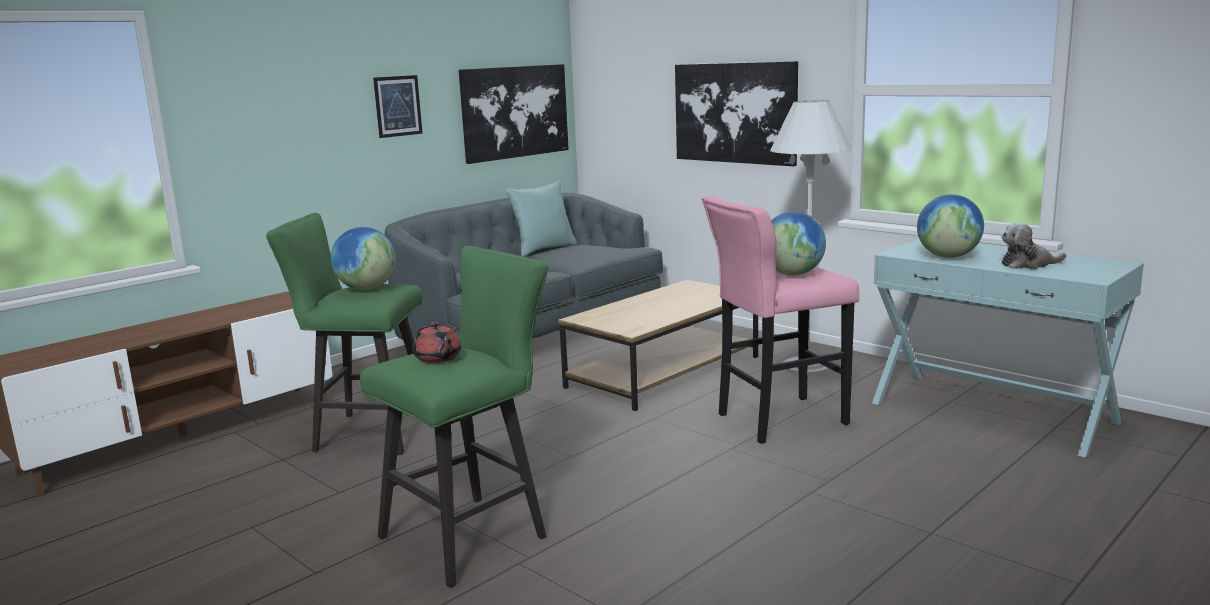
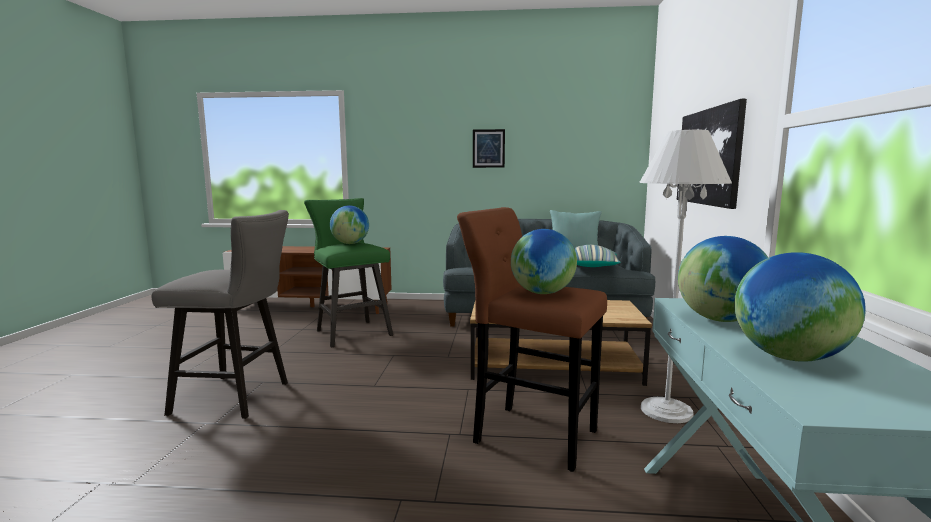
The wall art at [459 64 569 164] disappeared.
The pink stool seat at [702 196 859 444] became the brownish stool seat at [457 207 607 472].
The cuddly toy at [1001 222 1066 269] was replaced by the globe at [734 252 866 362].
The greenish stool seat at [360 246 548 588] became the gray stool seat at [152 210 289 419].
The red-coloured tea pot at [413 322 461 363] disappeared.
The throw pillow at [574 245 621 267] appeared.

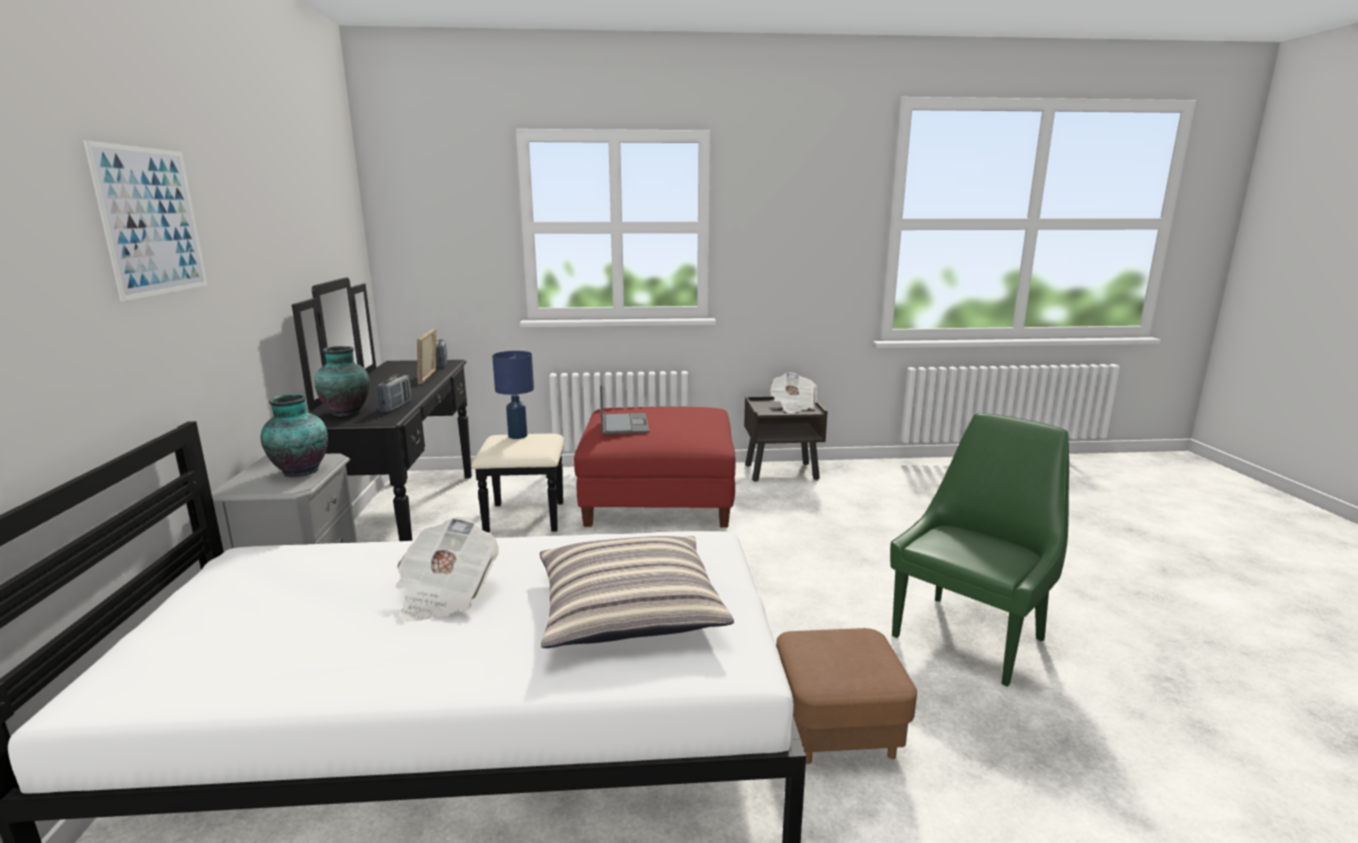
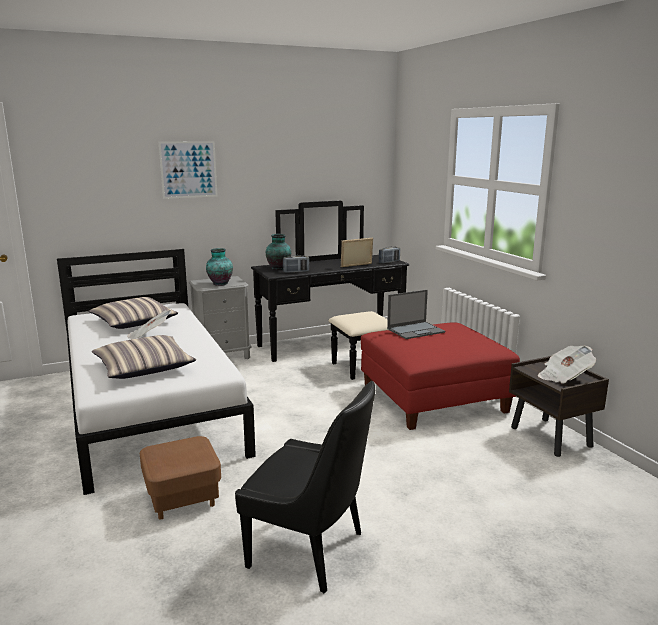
The blue-coloured tabletop lamp at [492 351 534 439] disappeared.
The greenish plain chair at [890 413 1069 687] became the black plain chair at [235 381 375 593].
The throw pillow at [89 297 178 329] appeared.

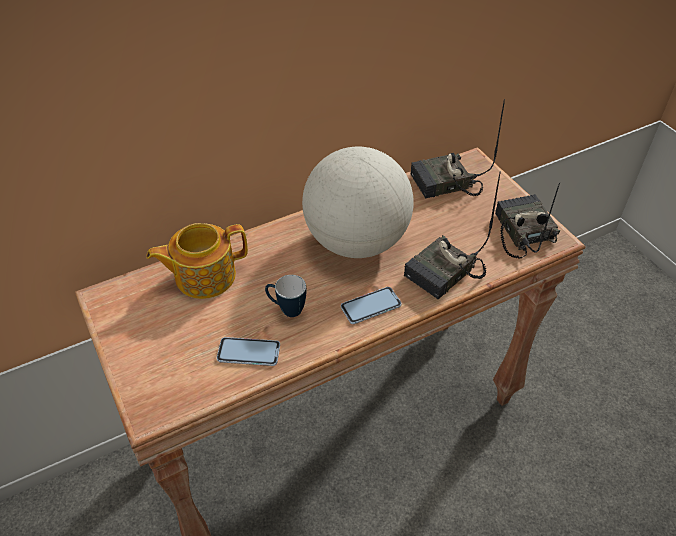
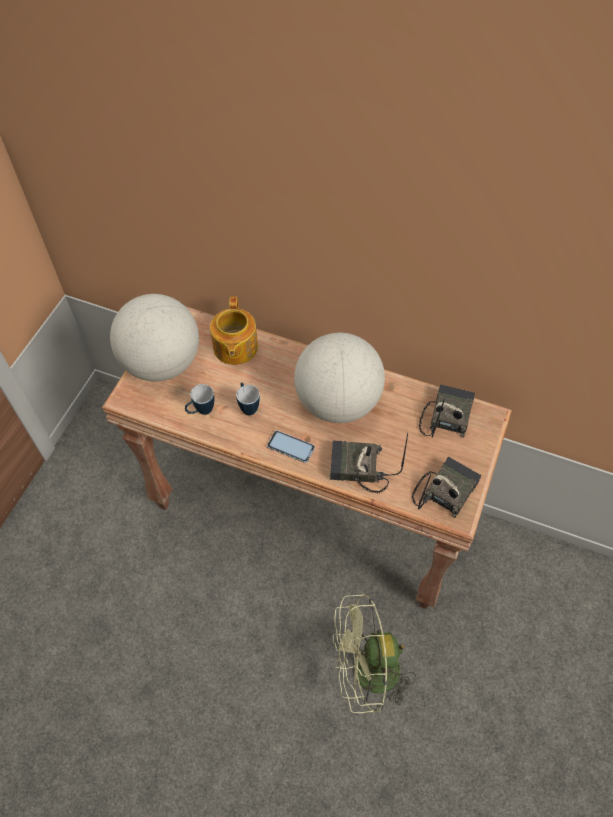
The radio set at [411 99 505 198] turned 75 degrees clockwise.
The tea pot at [146 223 248 299] turned 120 degrees counterclockwise.
The handset at [217 337 280 366] was replaced by the mug at [185 384 214 415].
The globe at [110 294 199 382] appeared.
The greenish fan at [333 594 416 713] appeared.

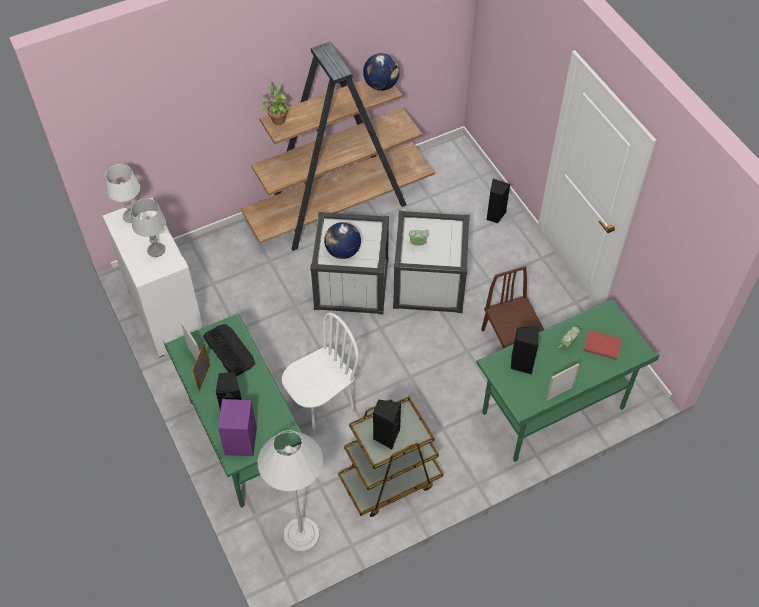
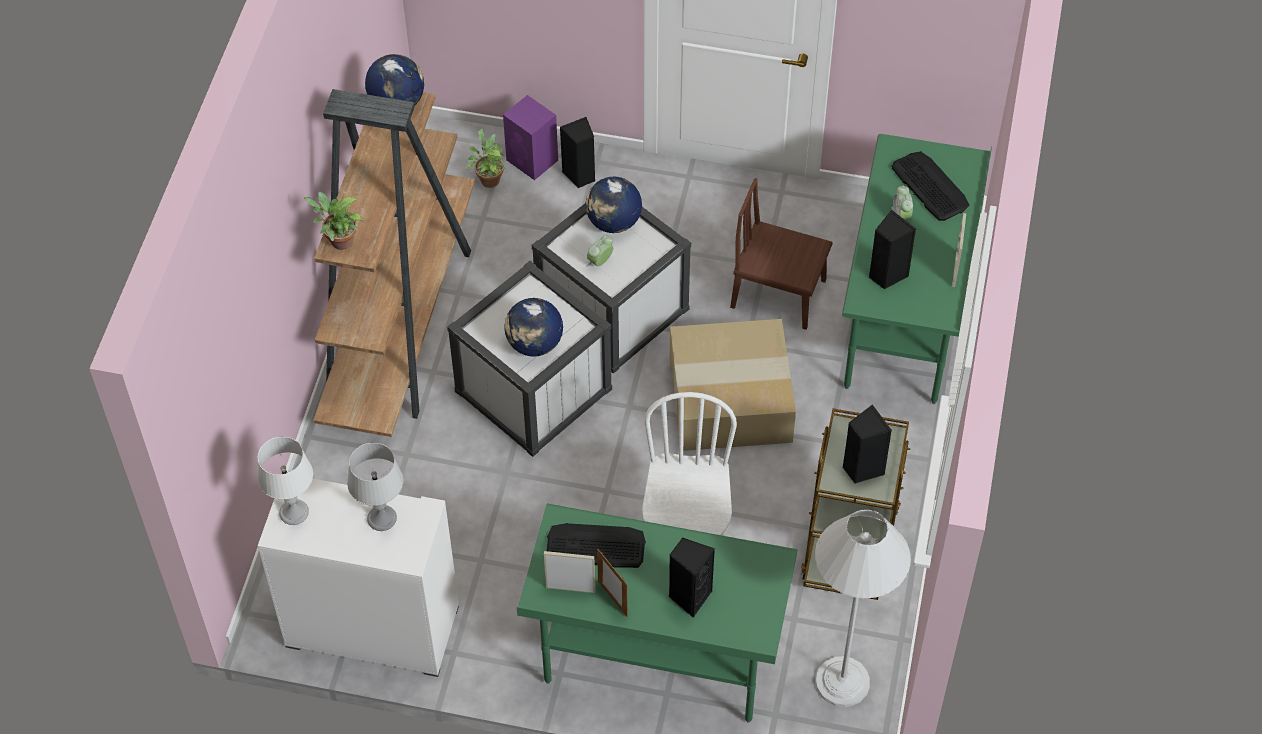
The red-coloured book at [583 330 622 360] was replaced by the computer keyboard at [891 151 969 221].
The purple loudspeaker moved from [218 399 257 456] to [503 95 558 180].
The plant in a pot at [466 128 505 188] appeared.
The globe at [585 177 642 233] appeared.
The cardboard box at [670 319 796 451] appeared.

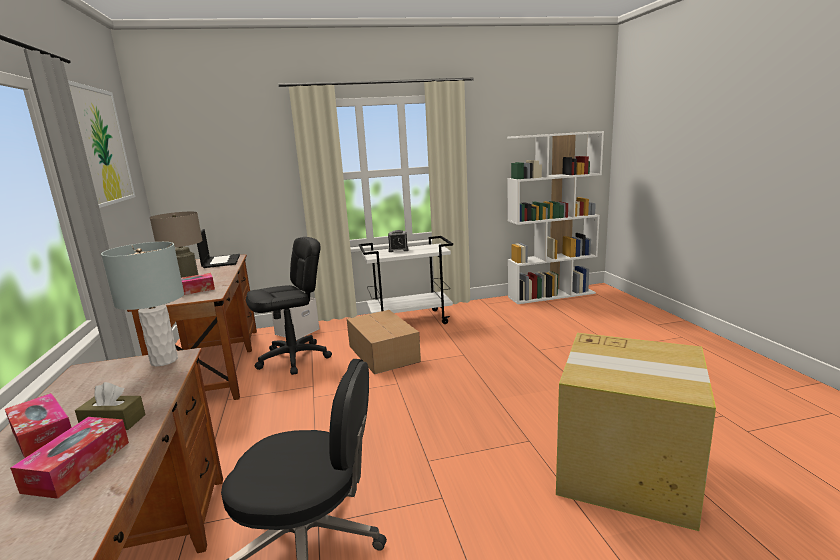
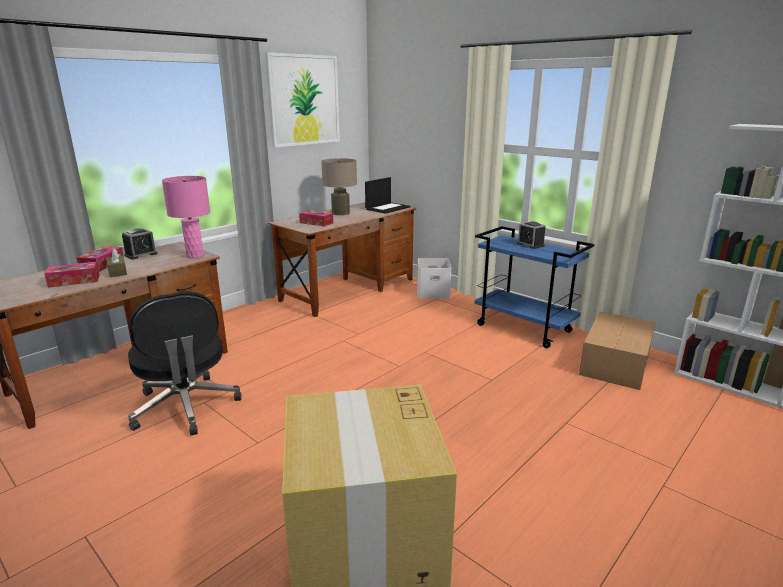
The white trolley at [359 236 453 324] became the blue-coloured trolley at [474 226 595 348].
The black desk chair at [246 237 332 375] disappeared.
The gray tabletop lamp at [101 242 184 366] became the pink tabletop lamp at [162 176 210 258].
The cardboard box moved from [347 310 421 374] to [579 312 655 390].
The table clock at [122 229 158 260] appeared.

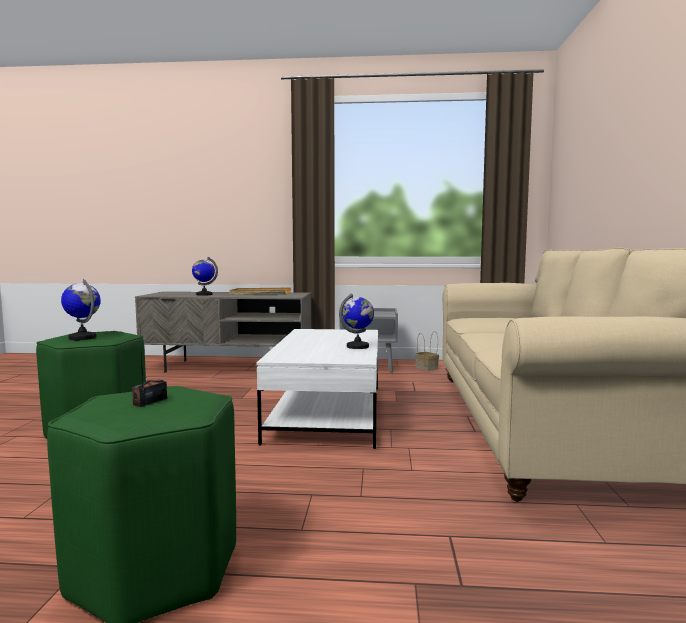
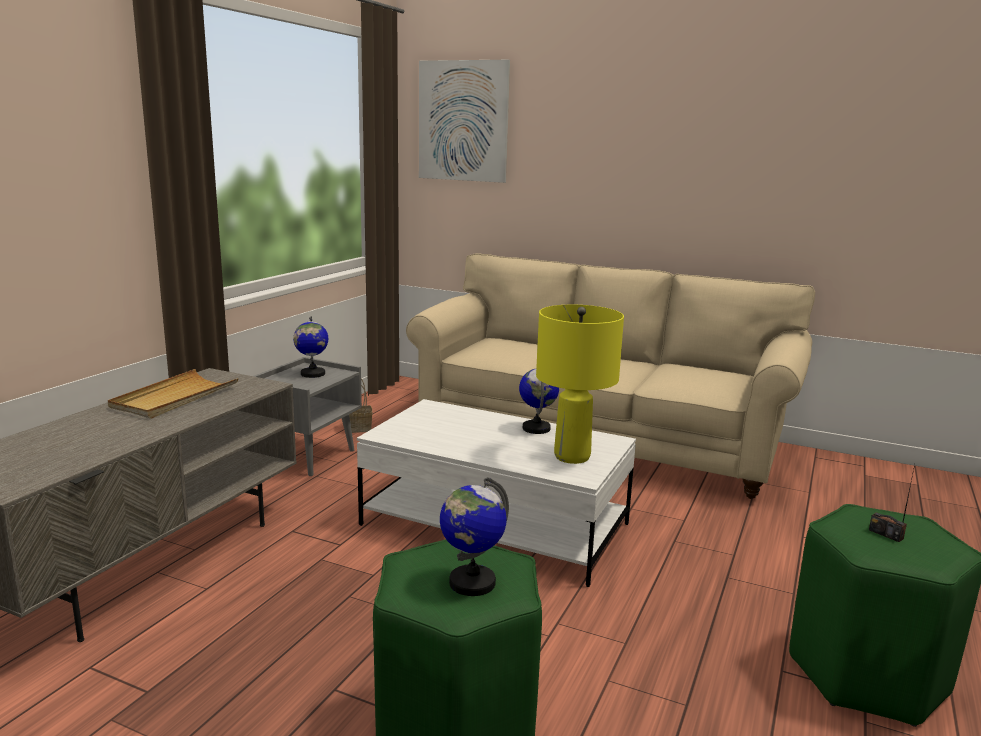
The globe moved from [192 257 218 296] to [293 316 328 378].
The wall art at [419 60 510 183] appeared.
The yellow-coloured tabletop lamp at [536 305 624 464] appeared.

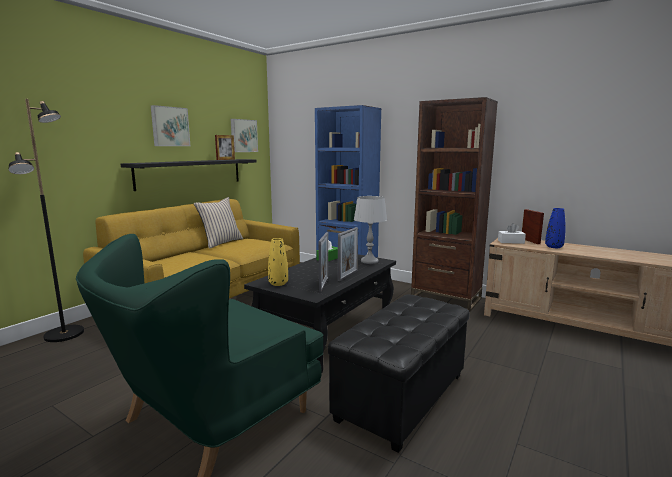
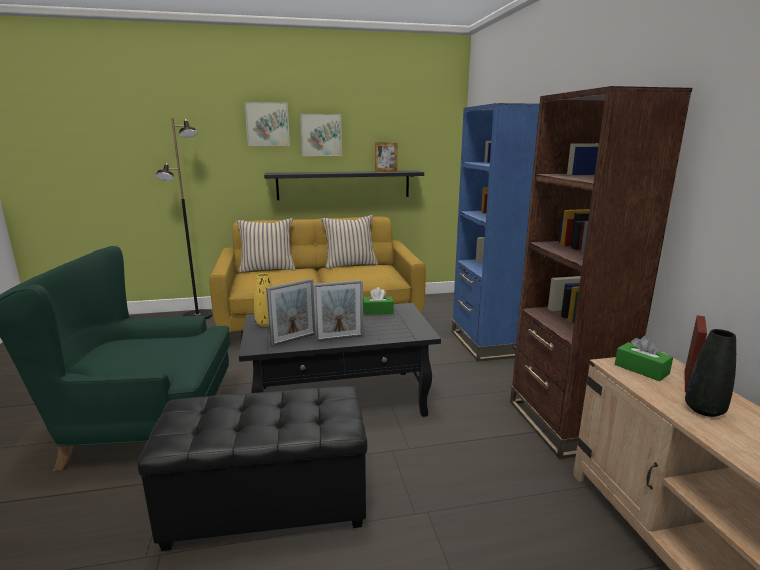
The wall art moved from [231 119 258 152] to [244 102 290 146].
The gray tabletop lamp at [354 196 387 264] disappeared.
The blue-coloured decorative vase at [545 208 566 248] became the black decorative vase at [685 329 736 417].
The white tissue box at [498 223 526 244] became the greenish tissue box at [615 335 673 381].
The sand-coloured throw pillow at [236 218 296 273] appeared.

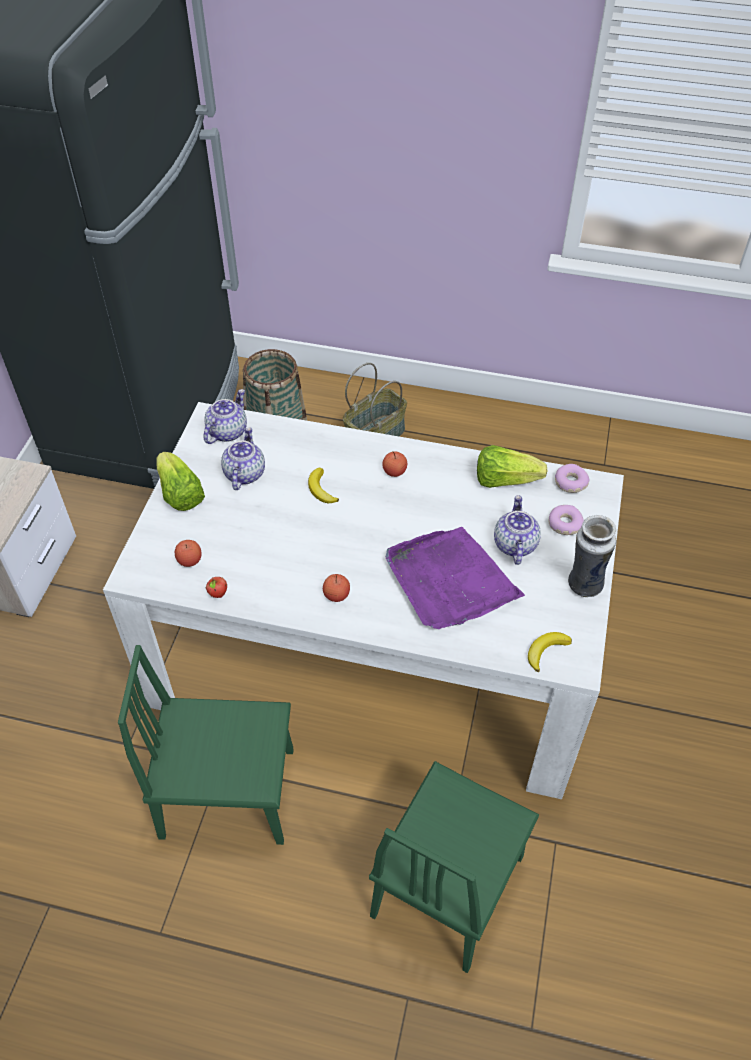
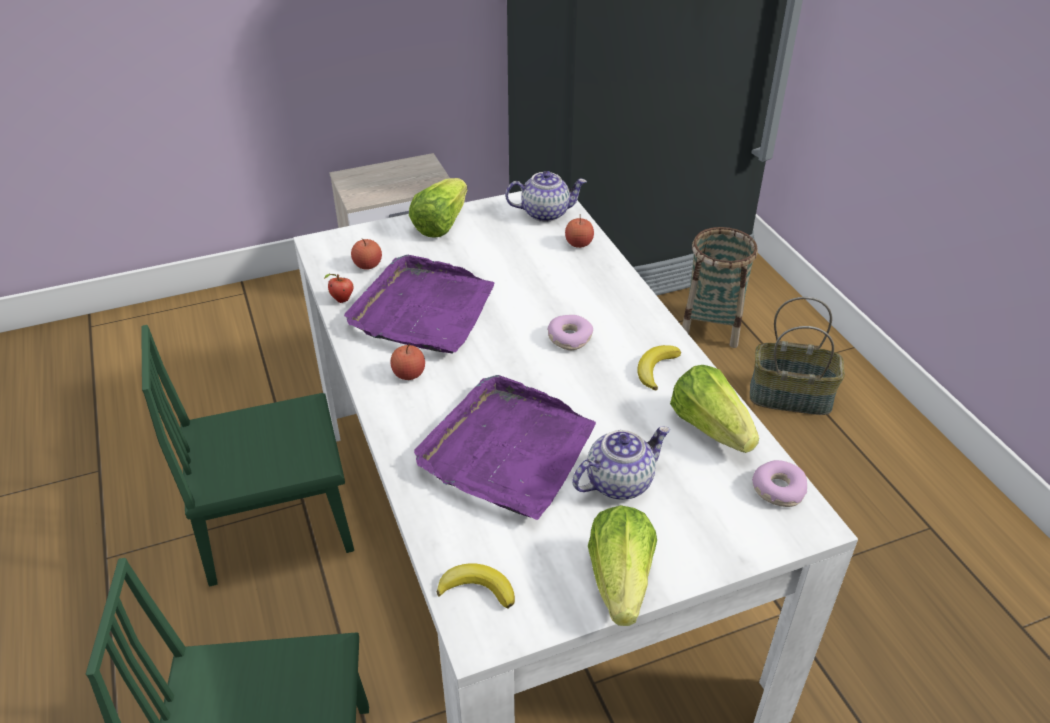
The tea pot at [221 427 265 490] disappeared.
The whole apple moved from [382 451 407 477] to [565 218 594 248].
The whole banana moved from [308 468 339 503] to [637 345 681 390].
The doughnut moved from [548 505 584 535] to [547 315 593 350].
The decorative vase at [568 515 616 597] was replaced by the lettuce head at [588 505 657 626].
The greenish plain chair at [118 645 293 845] turned 75 degrees counterclockwise.
The purple tray at [344 255 495 354] appeared.

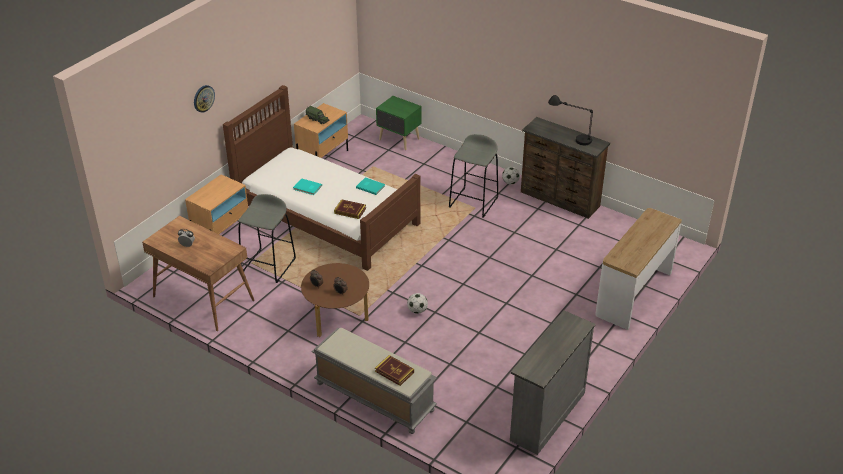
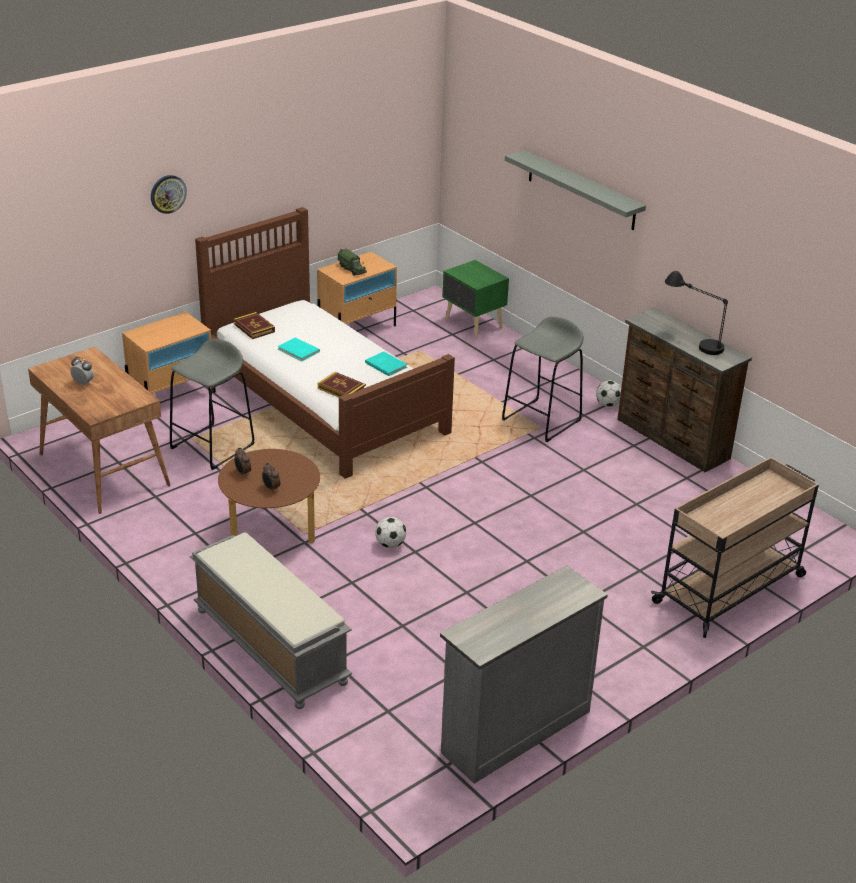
The console table at [595 208 682 330] was replaced by the sand-coloured trolley at [651 457 819 638].
The book moved from [375 355 414 386] to [234 312 275 339].
The gray bracket shelf at [505 150 646 230] appeared.

